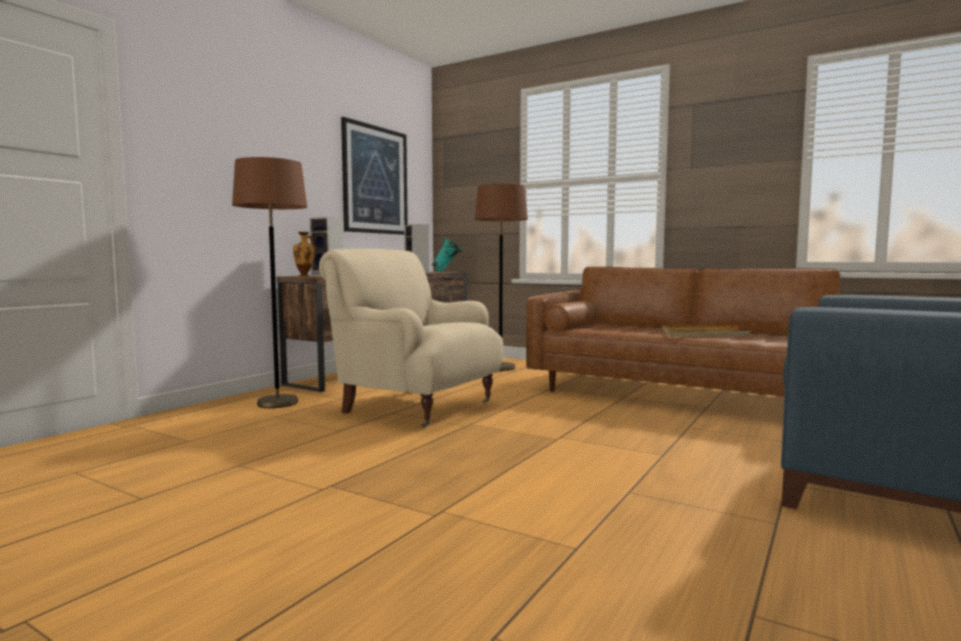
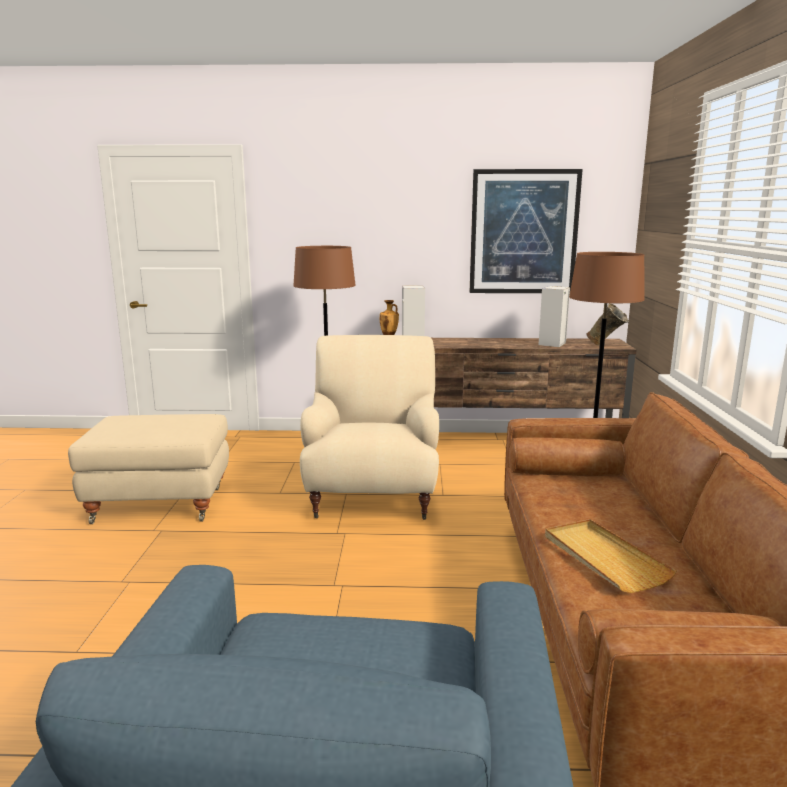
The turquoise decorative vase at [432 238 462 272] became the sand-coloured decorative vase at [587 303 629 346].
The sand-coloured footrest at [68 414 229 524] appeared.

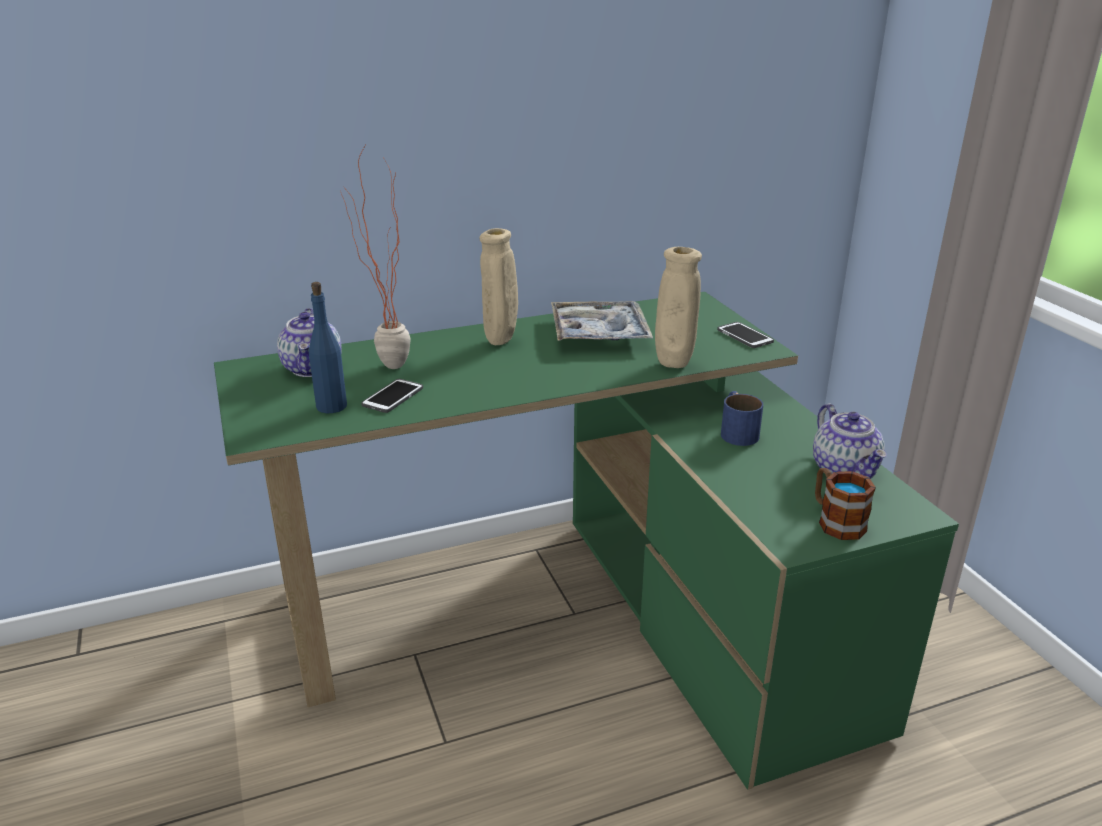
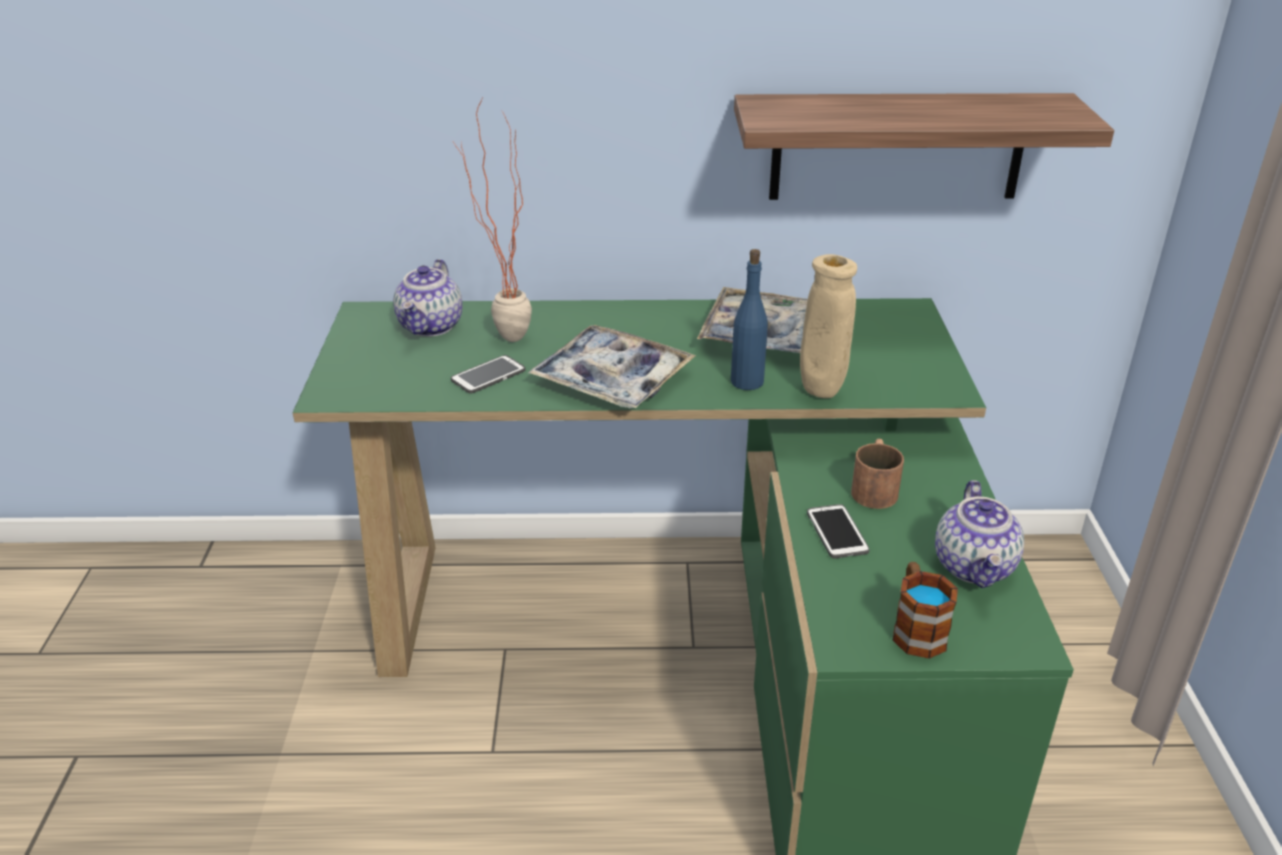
The sand-coloured decorative vase at [479 228 518 345] disappeared.
The blue-coloured drink bottle moved from [309 282 347 413] to [731 249 768 390].
The handset moved from [717 322 774 348] to [807 504 870 559].
The blue-coloured mug at [721 391 763 446] became the brownish mug at [851 439 904 509].
The bracket shelf at [734 93 1114 200] appeared.
The tray at [528 325 696 408] appeared.

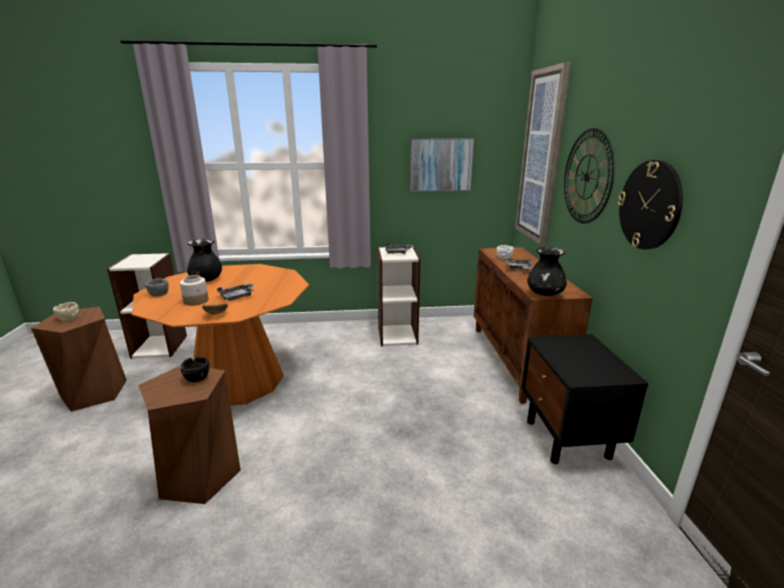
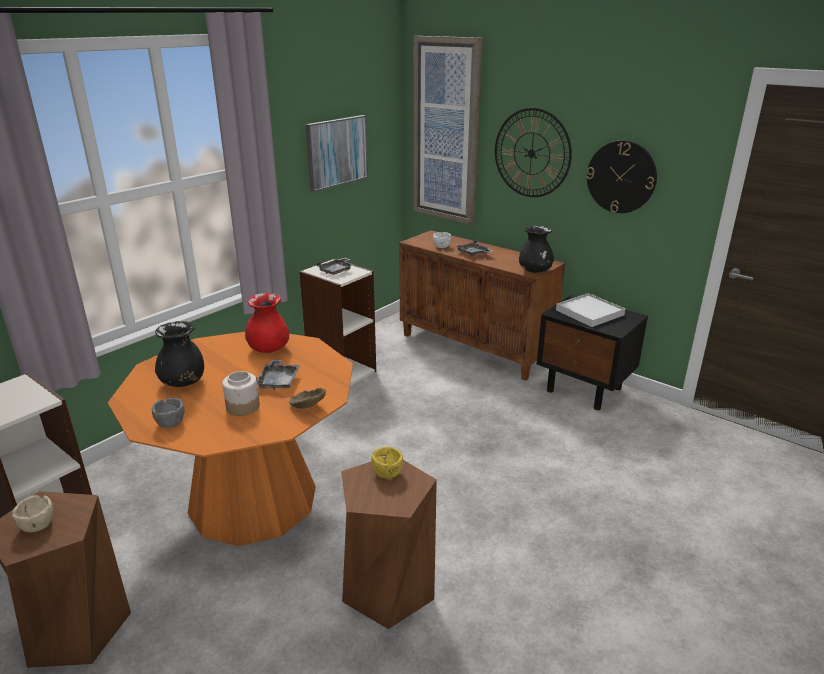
The black serving bowl at [181 357 209 382] became the yellow-coloured serving bowl at [371 447 403 479].
The red-coloured decorative vase at [245 293 289 353] appeared.
The white tray at [556 293 625 327] appeared.

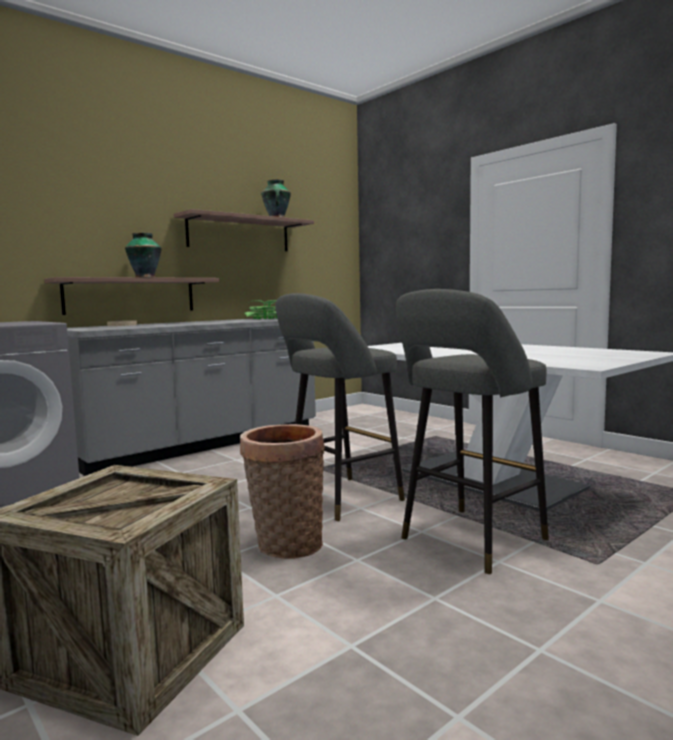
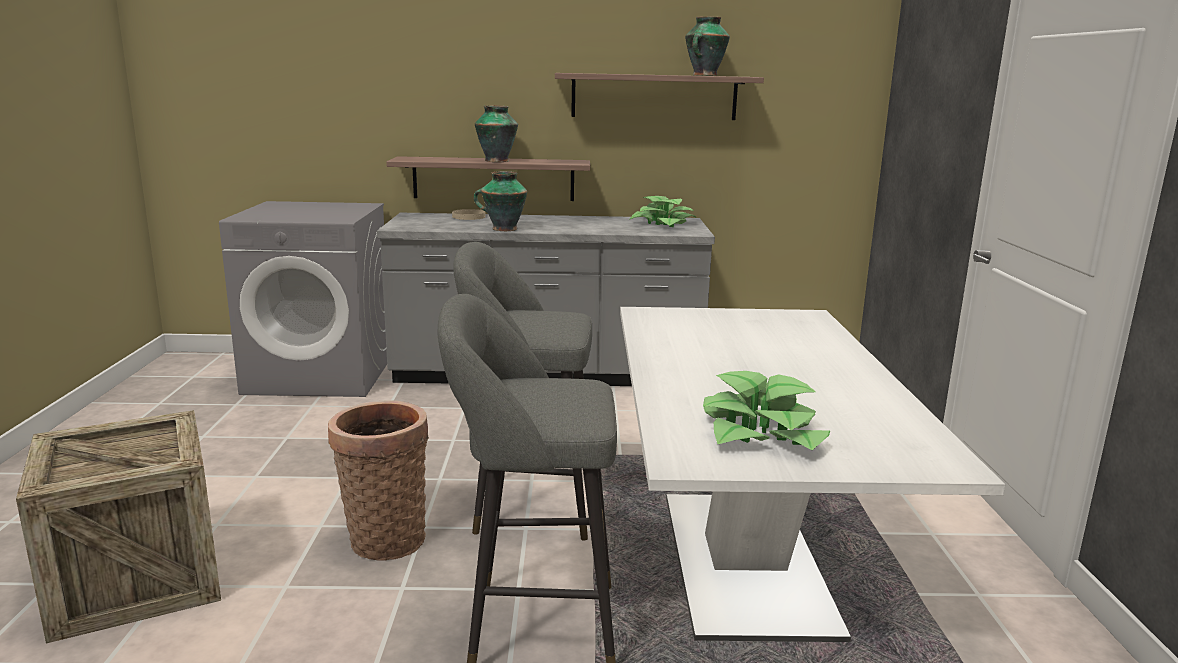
The decorative vase at [474 171 527 231] appeared.
The plant in a pot at [703 371 830 450] appeared.

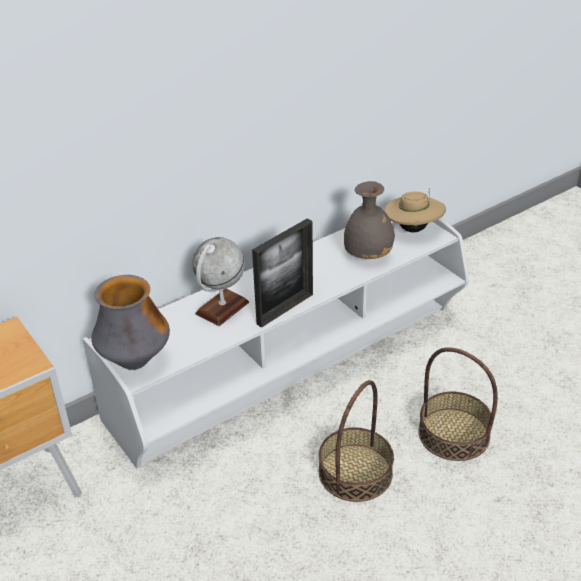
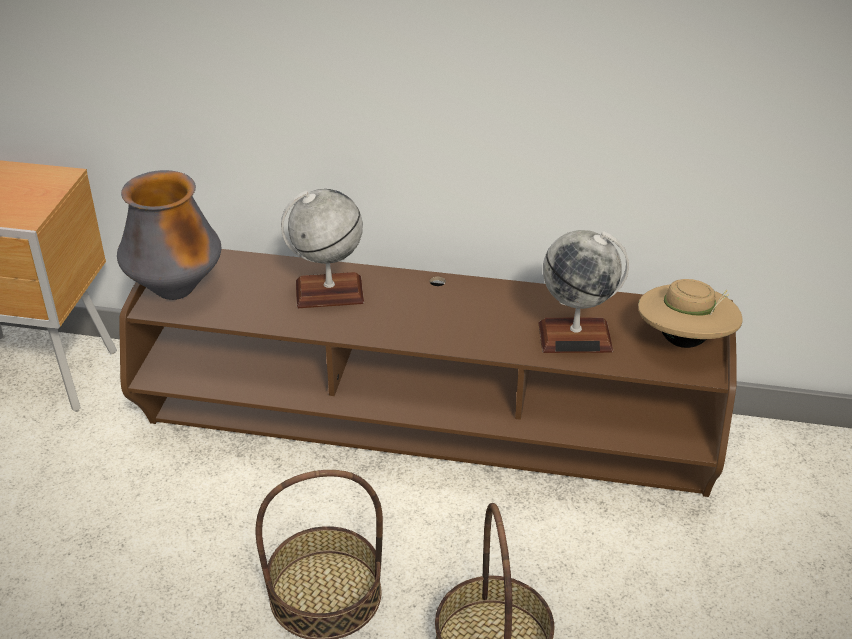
The gray decorative vase at [344 181 395 259] was replaced by the globe at [538 230 629 353].
The white tv stand at [83 218 469 469] became the brownish tv stand at [119 249 737 497].
The picture frame at [252 219 313 328] disappeared.

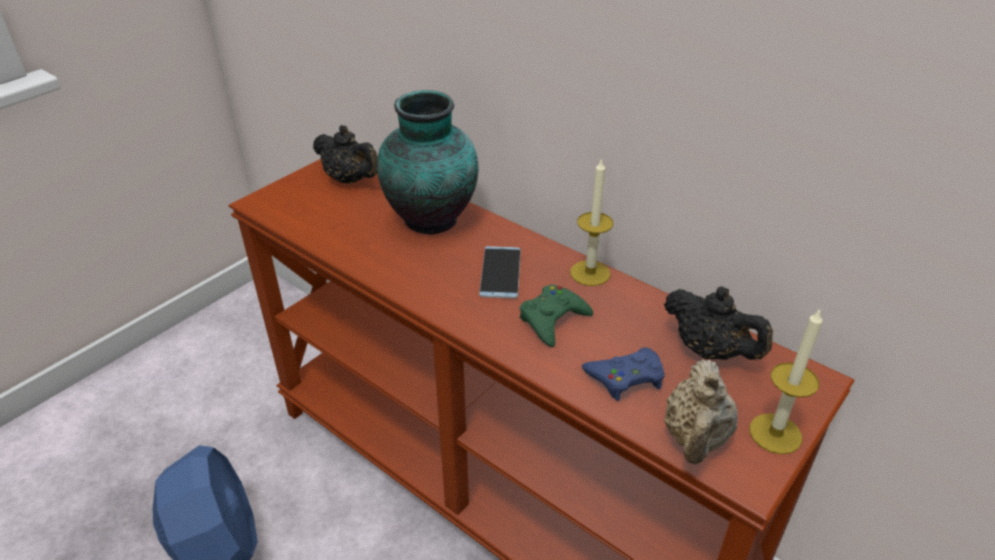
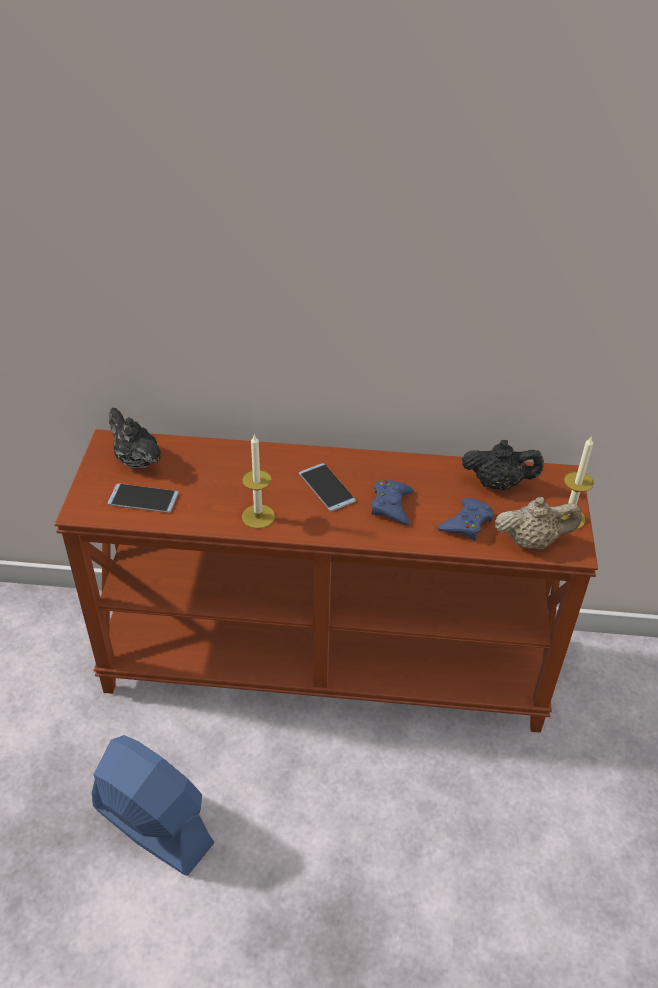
The decorative vase at [377 90 479 234] disappeared.
The black tea pot at [313 125 378 184] turned 135 degrees counterclockwise.
The wax candle moved from [570 158 613 286] to [242 434 275 529].
The greenish joypad at [520 285 593 347] became the blue-coloured joypad at [371 480 414 525].
The sand-coloured tea pot at [664 359 738 464] turned 75 degrees counterclockwise.
The handset at [108 484 179 513] appeared.

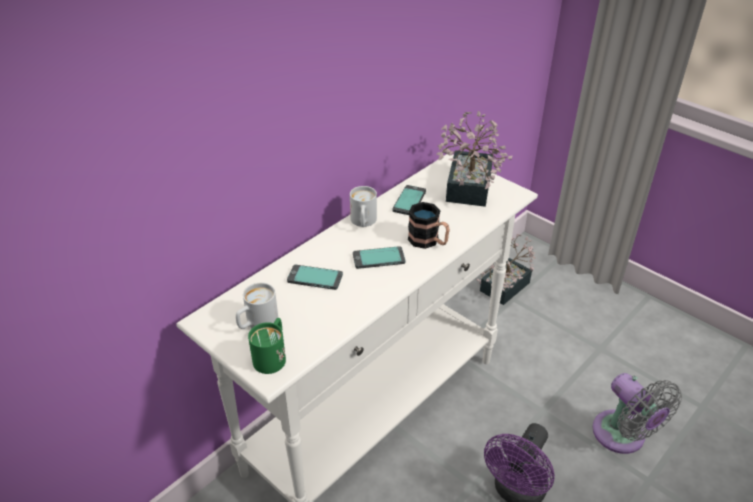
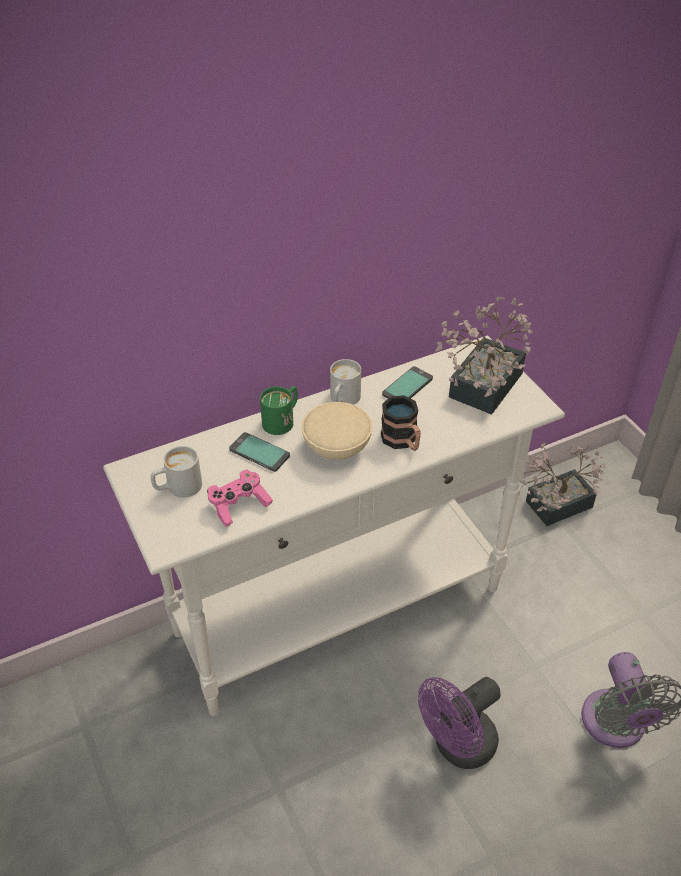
The handset at [353 246 405 269] was replaced by the sand-coloured serving bowl at [301 402 372 460].
The greenish mug moved from [248 318 286 374] to [260 386 298 435].
The pink joypad at [207 470 273 527] appeared.

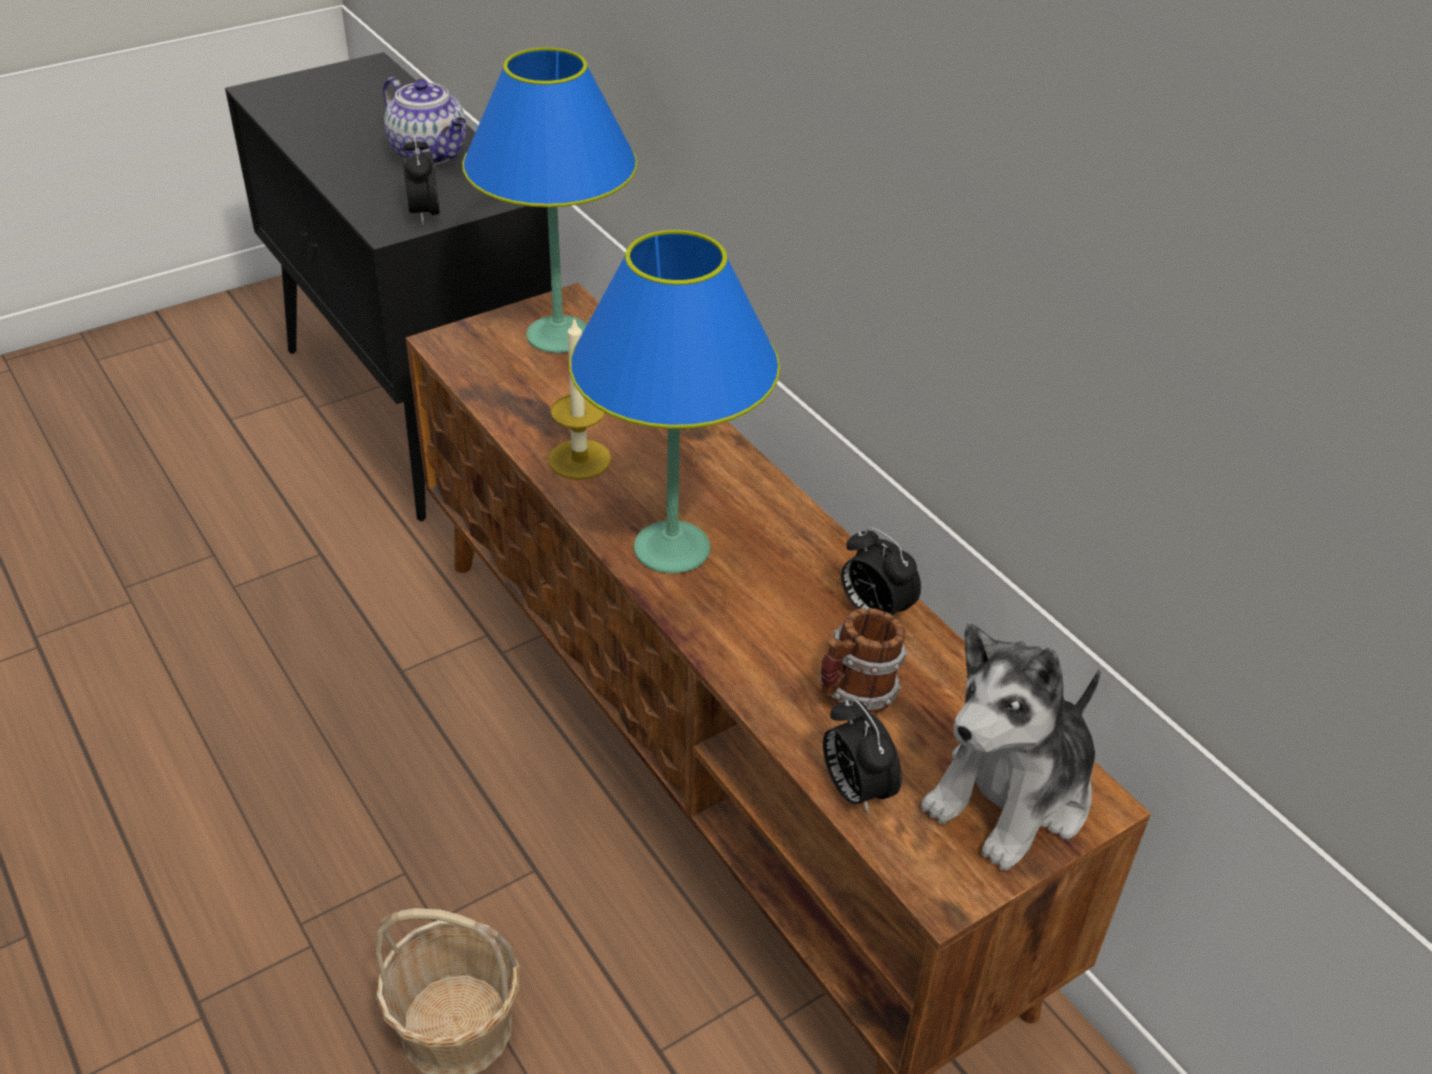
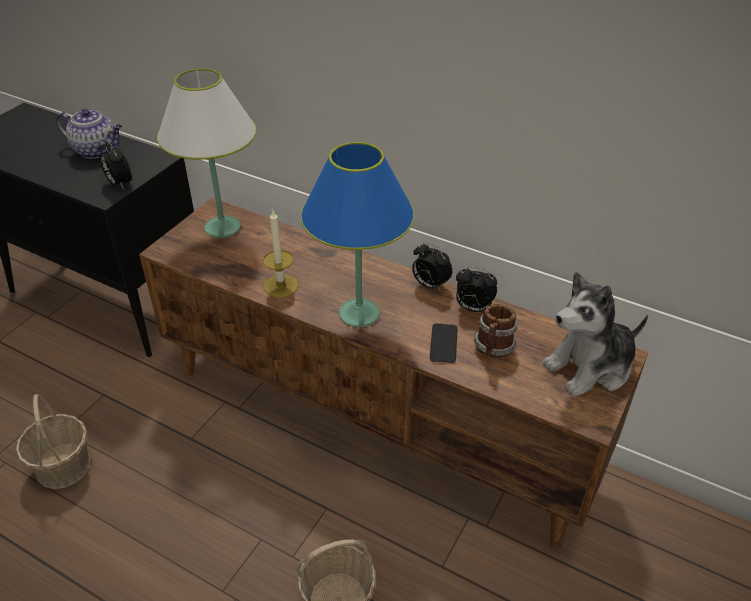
The blue-coloured tabletop lamp at [462 47 637 353] became the white tabletop lamp at [157 69 257 238].
The cuddly toy at [921 623 1101 871] turned 45 degrees clockwise.
The table clock moved from [823 699 902 814] to [412 242 452 292].
The handset at [430 323 458 363] appeared.
The basket at [16 394 91 489] appeared.

